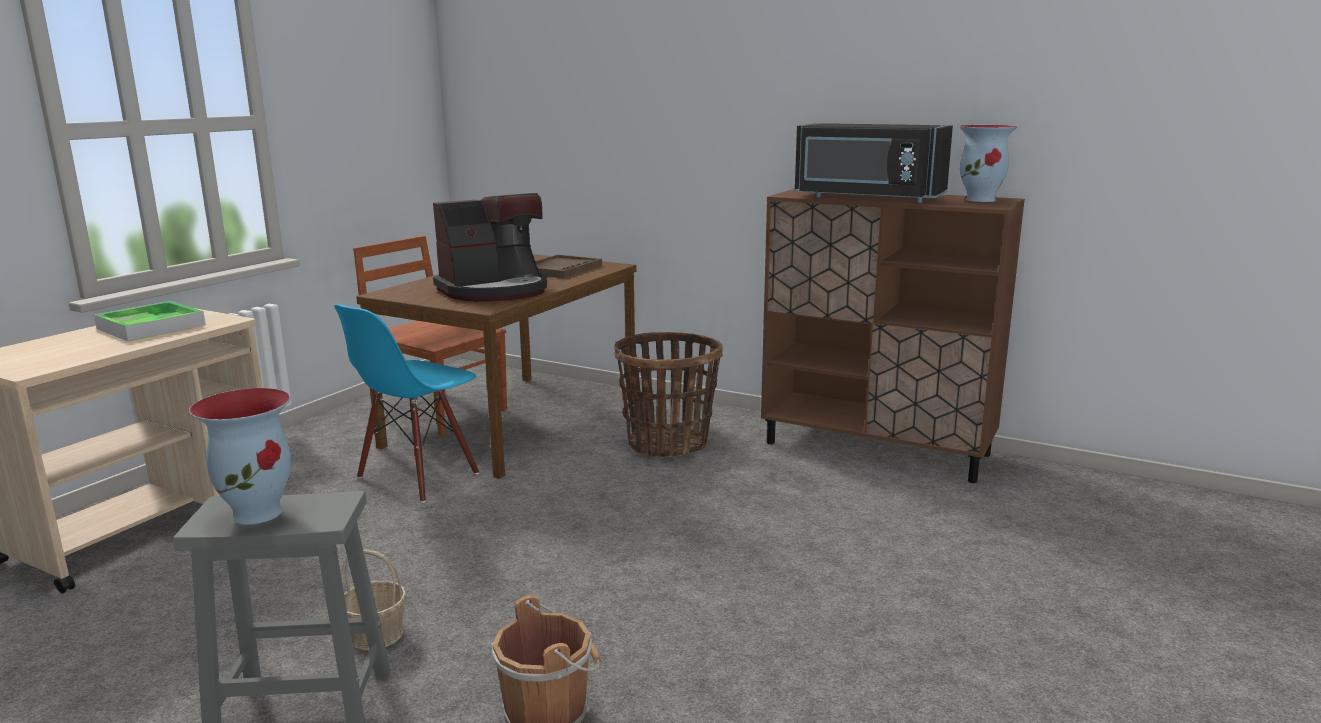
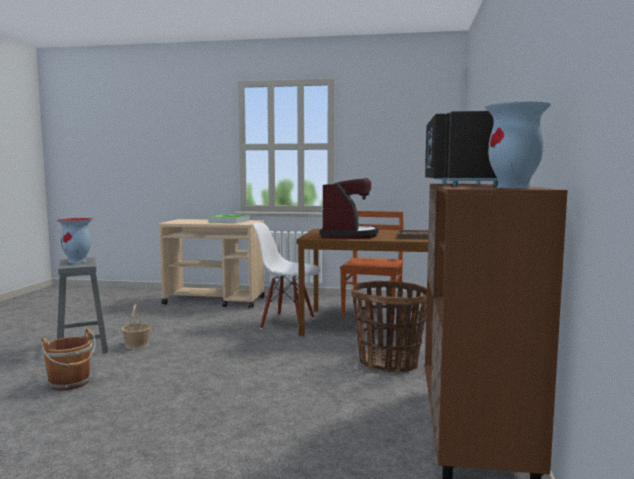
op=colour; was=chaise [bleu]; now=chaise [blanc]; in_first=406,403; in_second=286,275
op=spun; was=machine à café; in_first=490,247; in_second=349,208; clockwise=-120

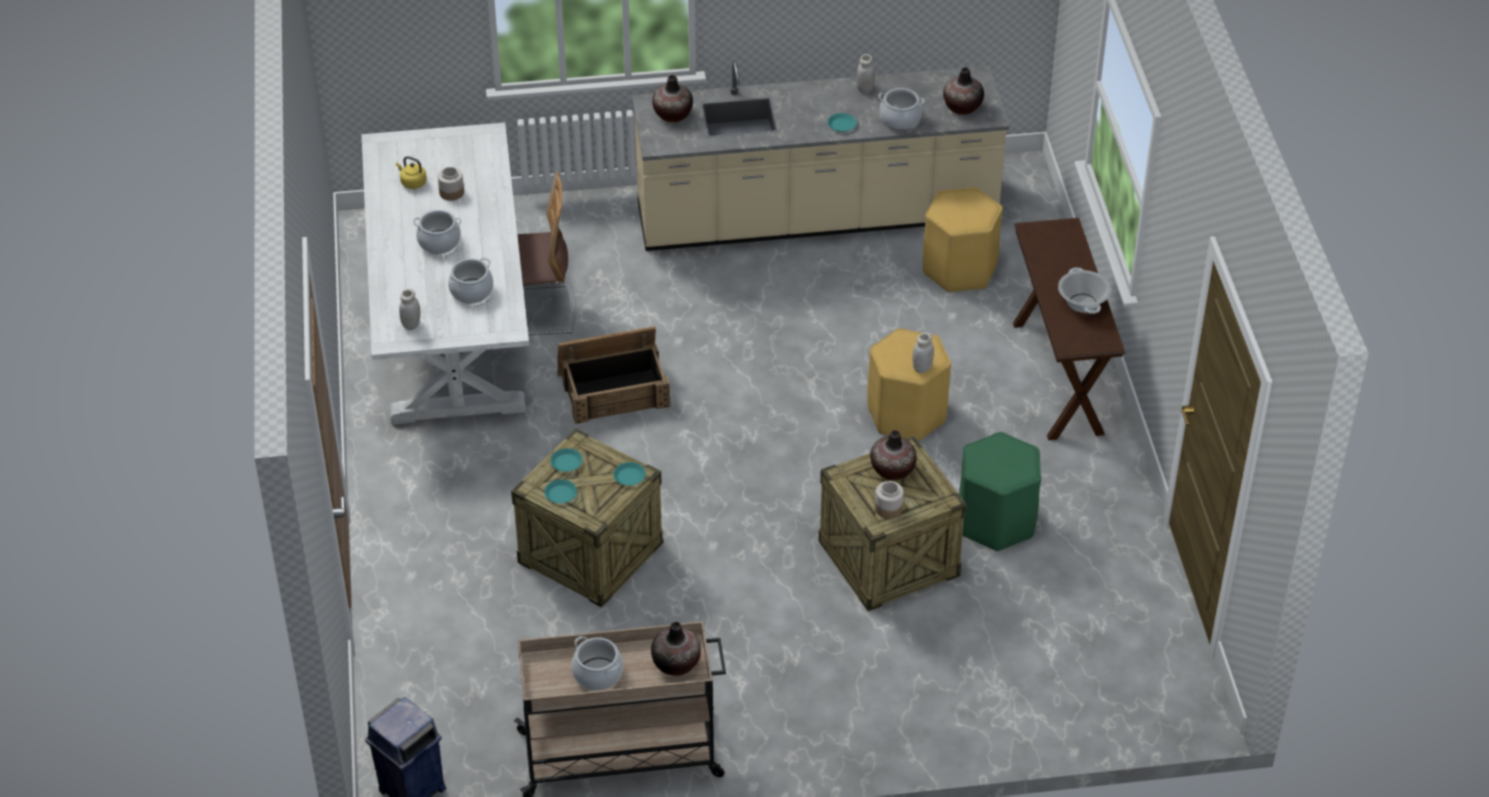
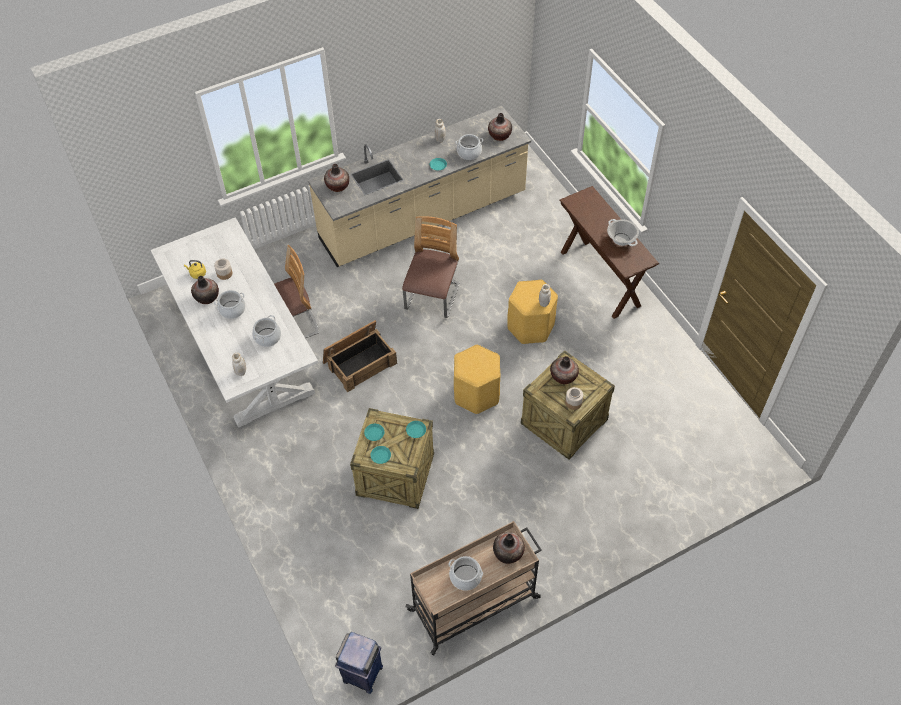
op=missing; was=tabouret [vert]; in_first=1000,491
op=appeared; now=vase; in_second=205,290
op=appeared; now=chaise; in_second=431,267
op=relocated; was=tabouret [jaune]; in_first=963,239; in_second=477,379

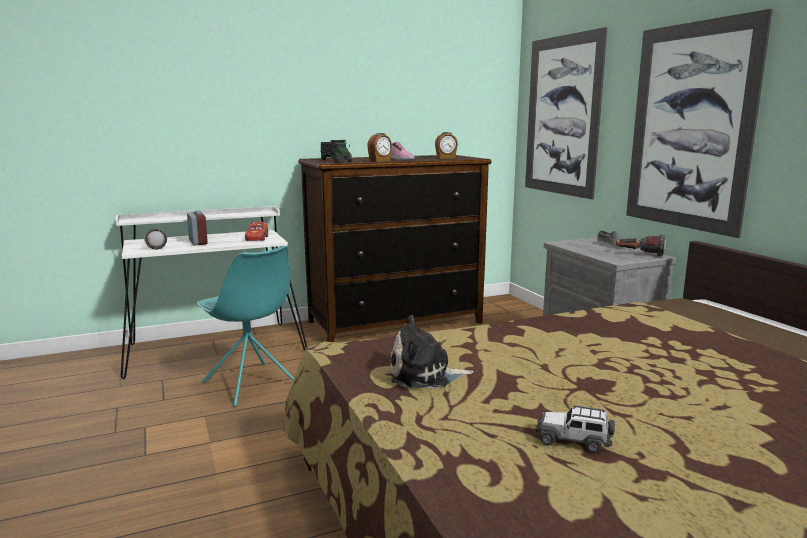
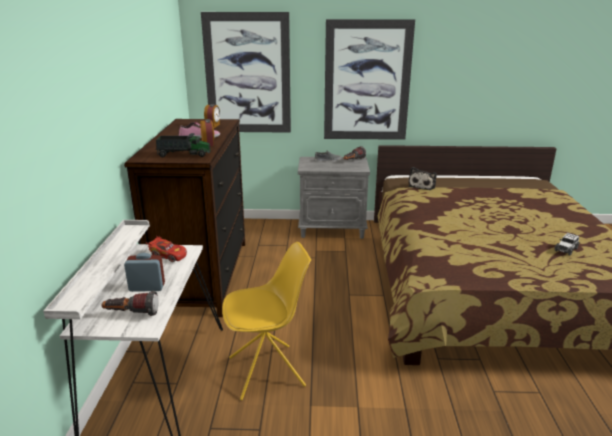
op=relocated; was=peluche; in_first=432,351; in_second=422,178
op=colour; was=chaise [turquoise]; now=chaise [jaune]; in_first=245,326; in_second=266,321

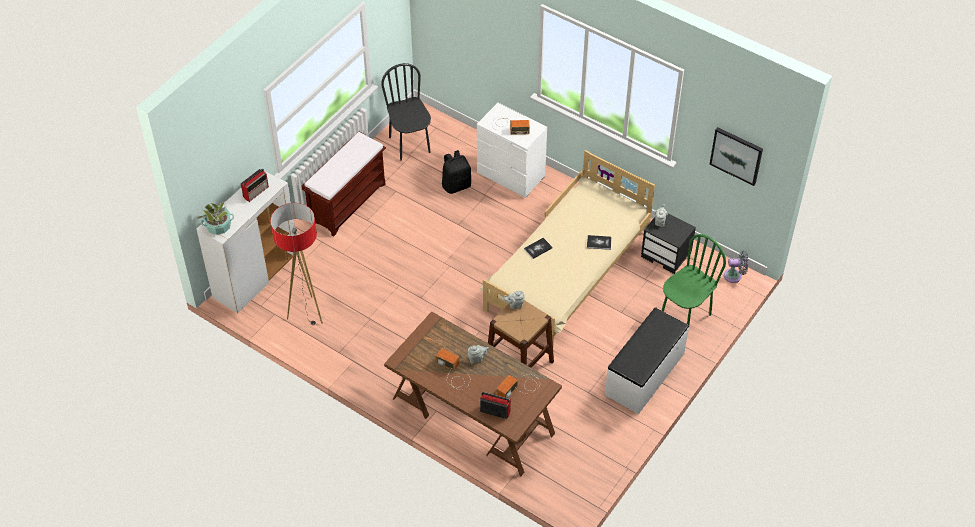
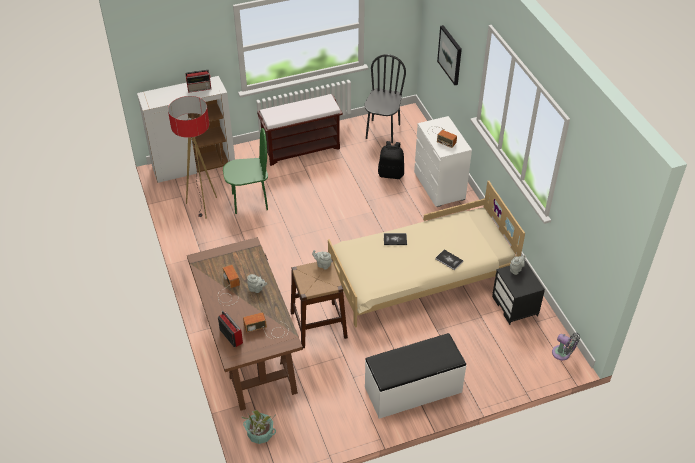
op=relocated; was=plante en pot; in_first=215,218; in_second=259,427
op=relocated; was=chaise [vert]; in_first=694,279; in_second=245,171
op=relocated; was=tableau; in_first=736,156; in_second=449,55

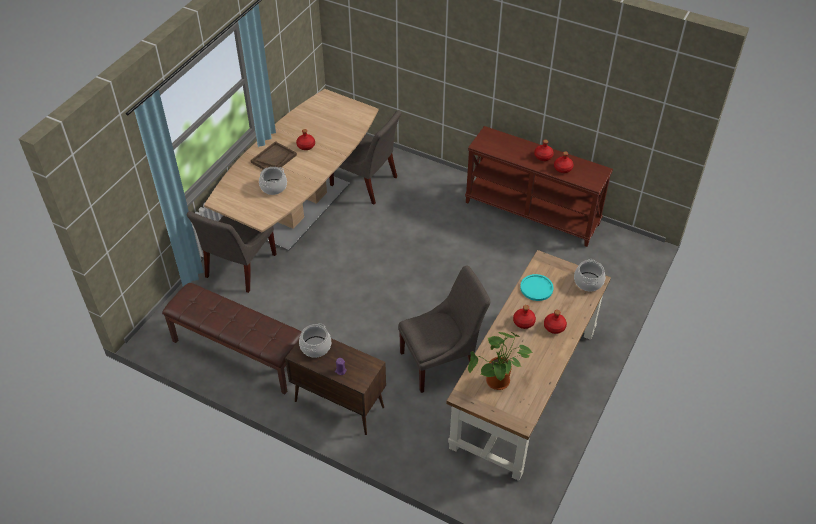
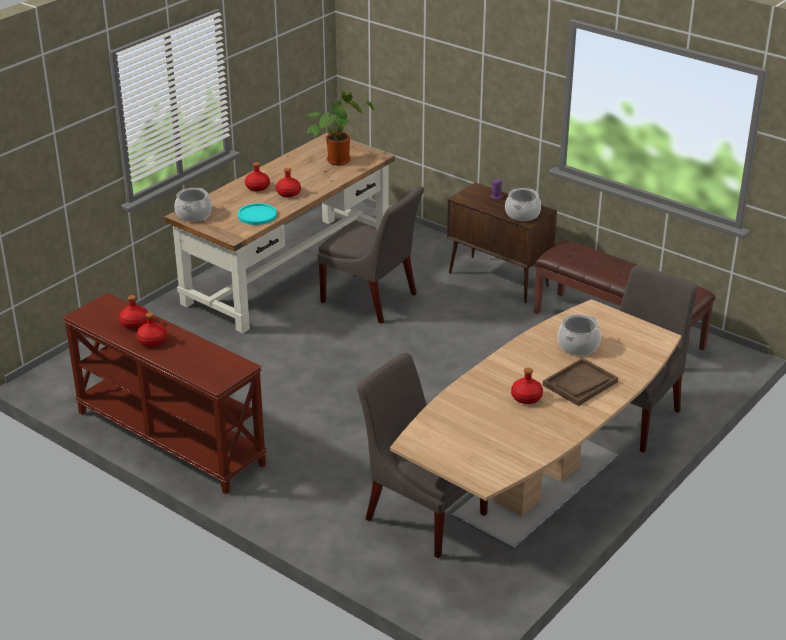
op=spun; was=chaise [gris]; in_first=444,329; in_second=371,255; clockwise=-135

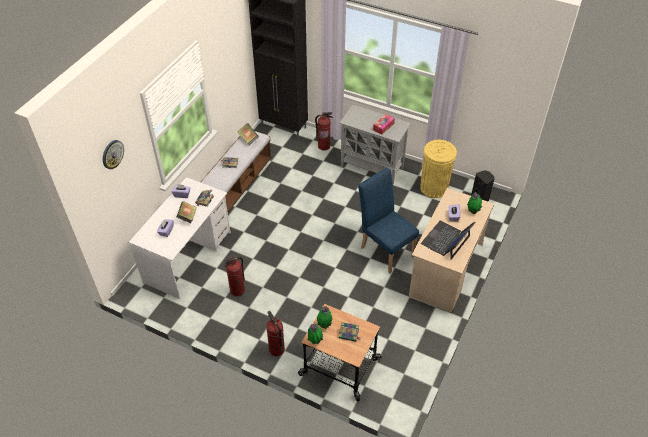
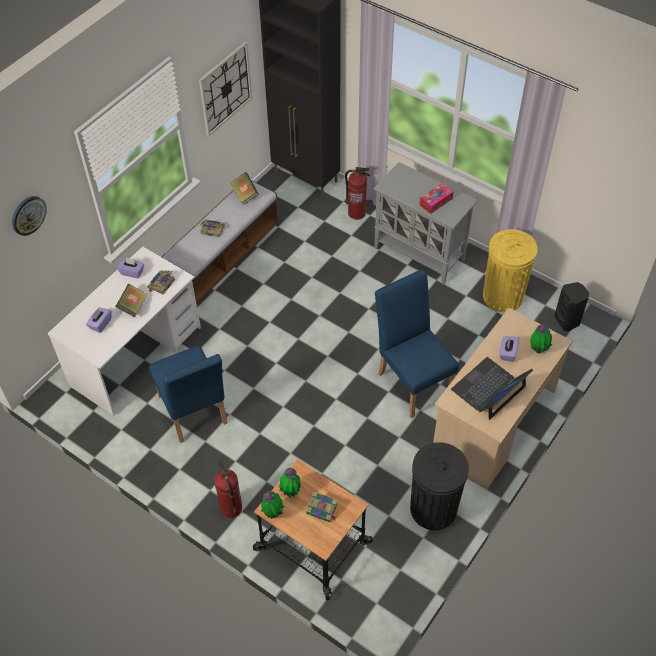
op=appeared; now=horloge murale; in_second=225,89
op=appeared; now=poubelle [noir]; in_second=439,486
op=exchanged; was=extincteur; now=chaise [bleu]; in_first=234,276; in_second=188,394

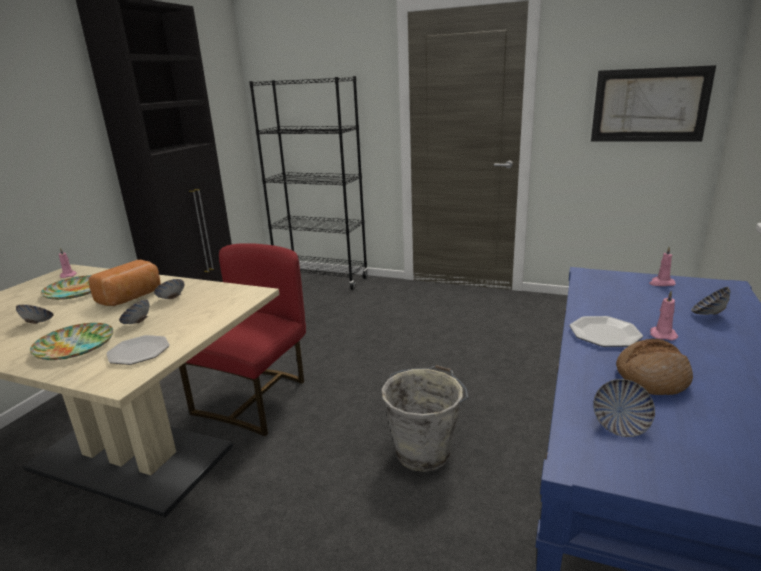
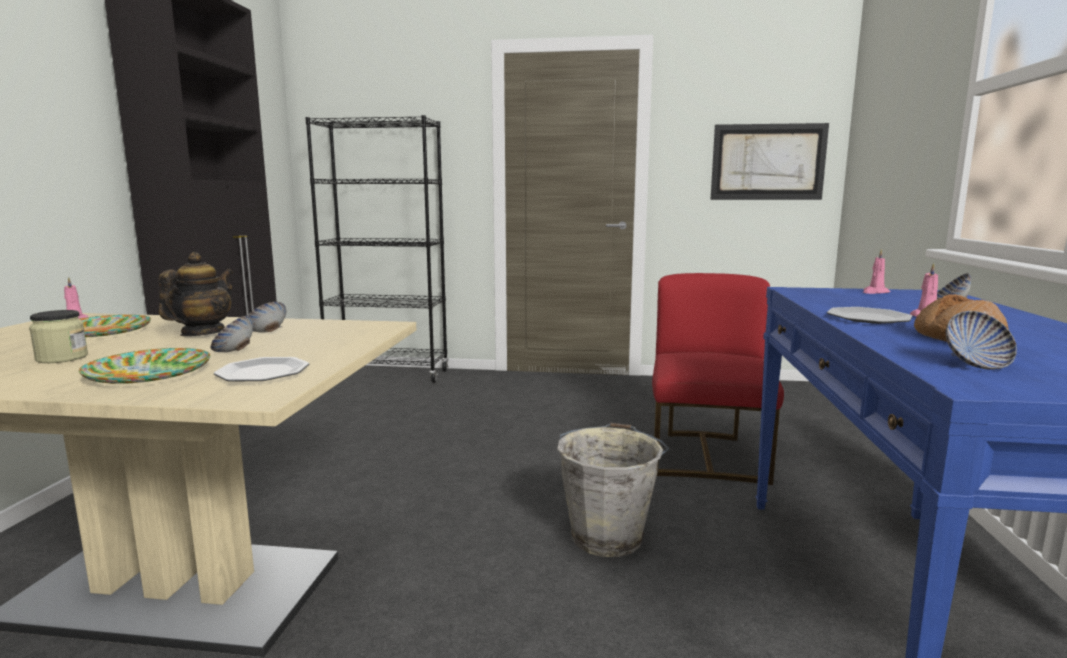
op=relocated; was=chaise [rouge]; in_first=242,339; in_second=718,379
op=exchanged; was=bol; now=bocal; in_first=35,314; in_second=58,336
op=exchanged; was=pain; now=théière; in_first=125,283; in_second=195,294

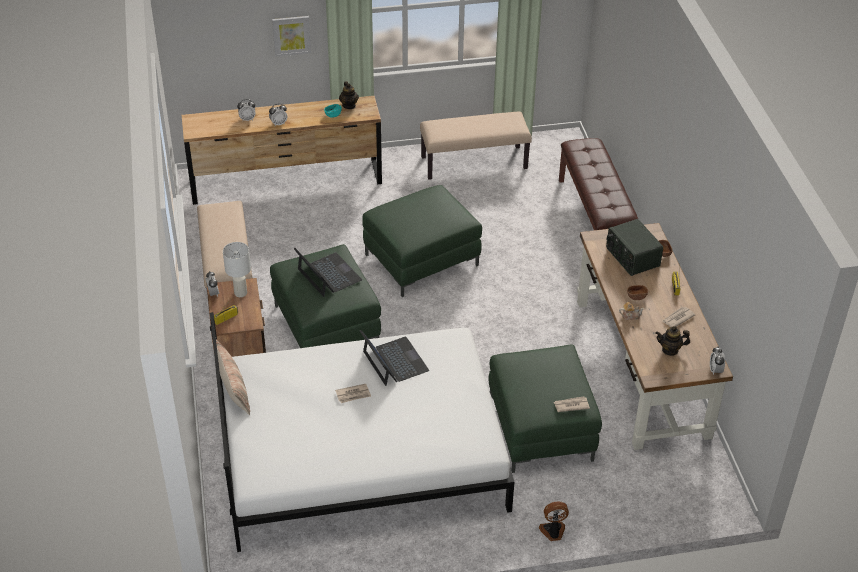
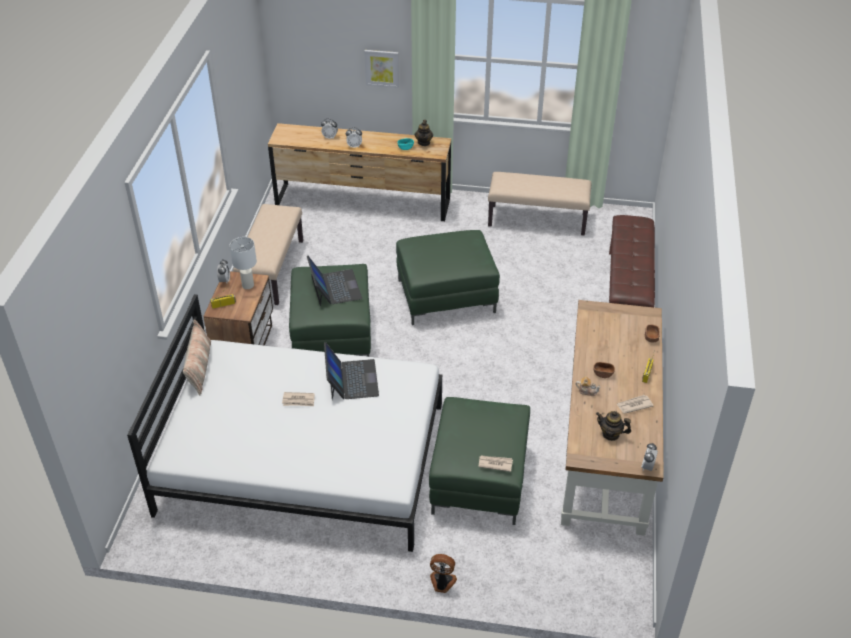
op=missing; was=radio; in_first=634,247

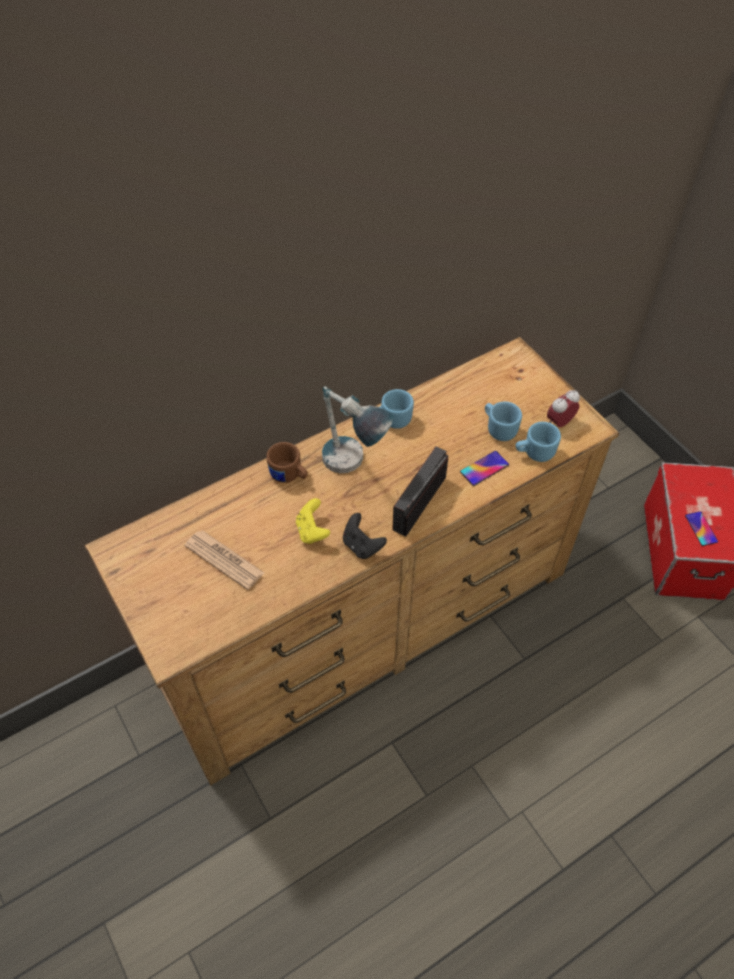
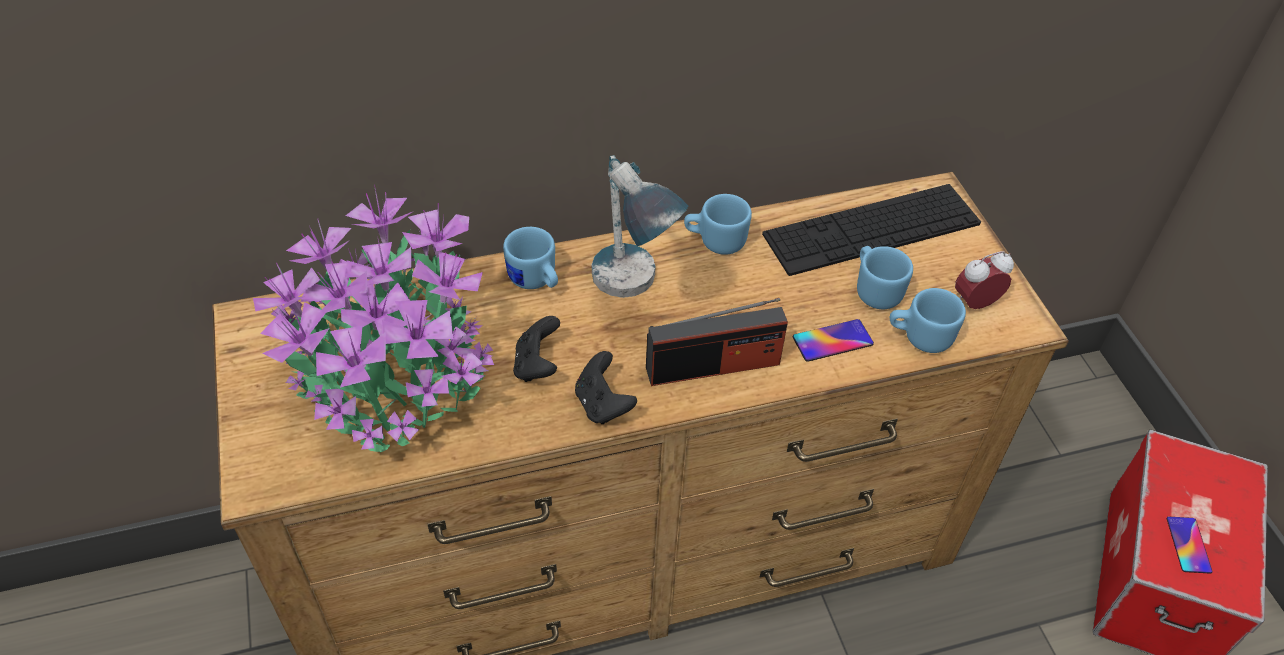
op=appeared; now=clavier; in_second=871,230
op=exchanged; was=journal; now=plante en pot; in_first=224,560; in_second=373,318
op=colour; was=mug [marron]; now=mug [bleu]; in_first=287,462; in_second=530,258
op=colour; was=manette [jaune]; now=manette [noir]; in_first=313,521; in_second=536,349
op=spun; was=radio; in_first=420,491; in_second=717,342; clockwise=-150

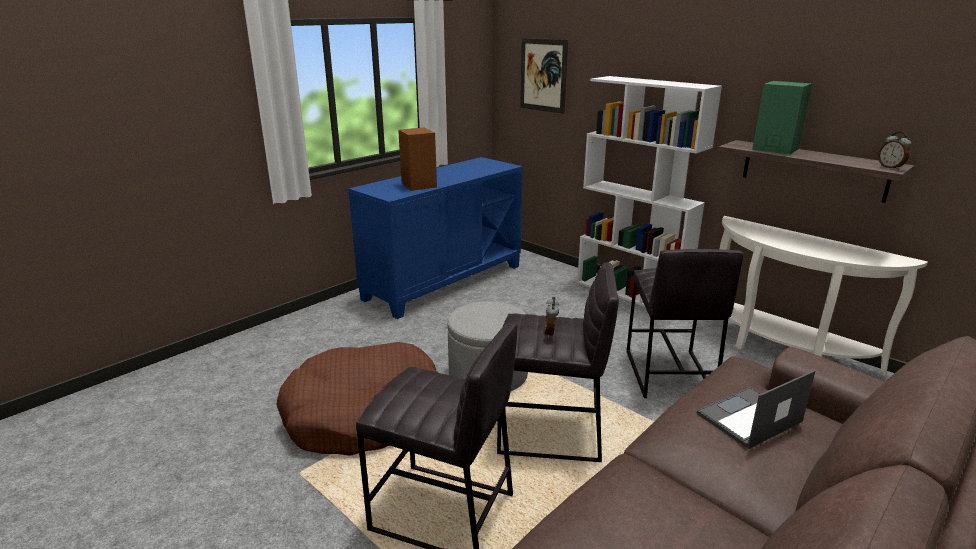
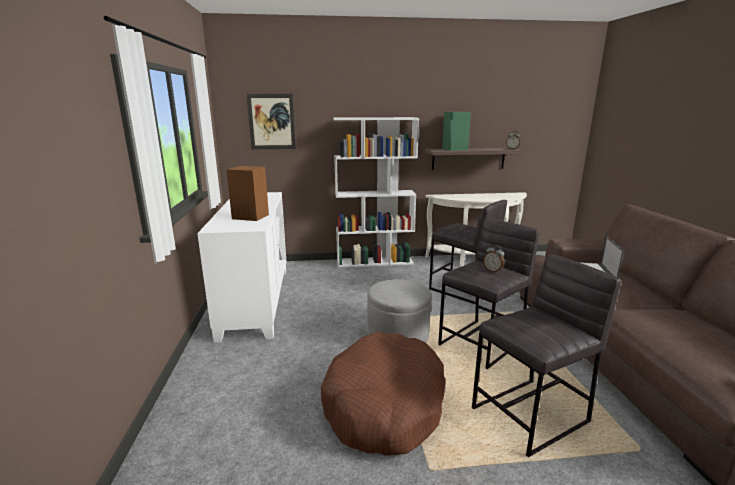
op=colour; was=meuble de rangement [bleu]; now=meuble de rangement [blanc]; in_first=435,238; in_second=241,267

